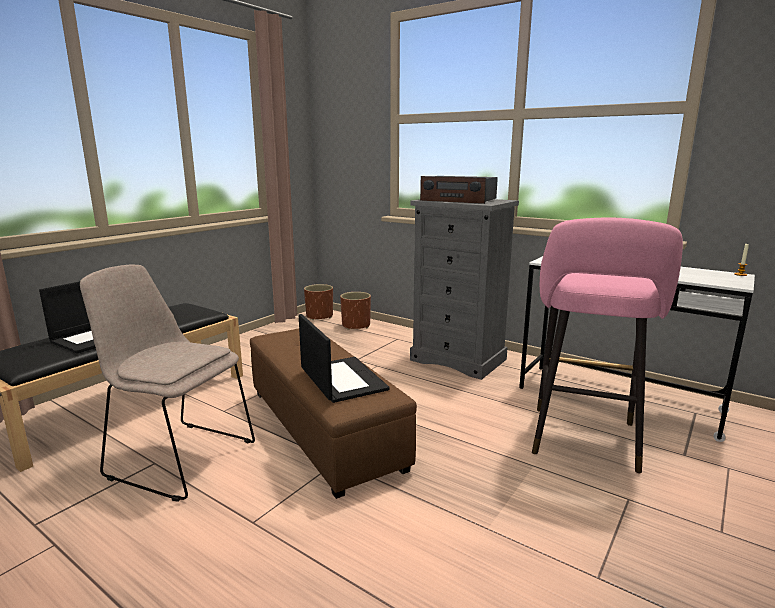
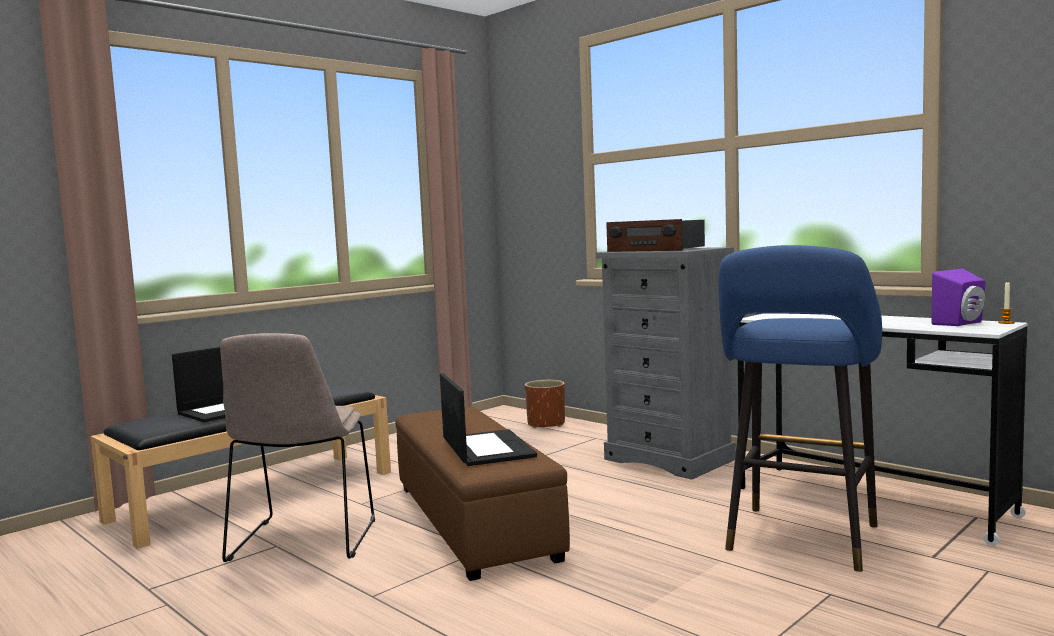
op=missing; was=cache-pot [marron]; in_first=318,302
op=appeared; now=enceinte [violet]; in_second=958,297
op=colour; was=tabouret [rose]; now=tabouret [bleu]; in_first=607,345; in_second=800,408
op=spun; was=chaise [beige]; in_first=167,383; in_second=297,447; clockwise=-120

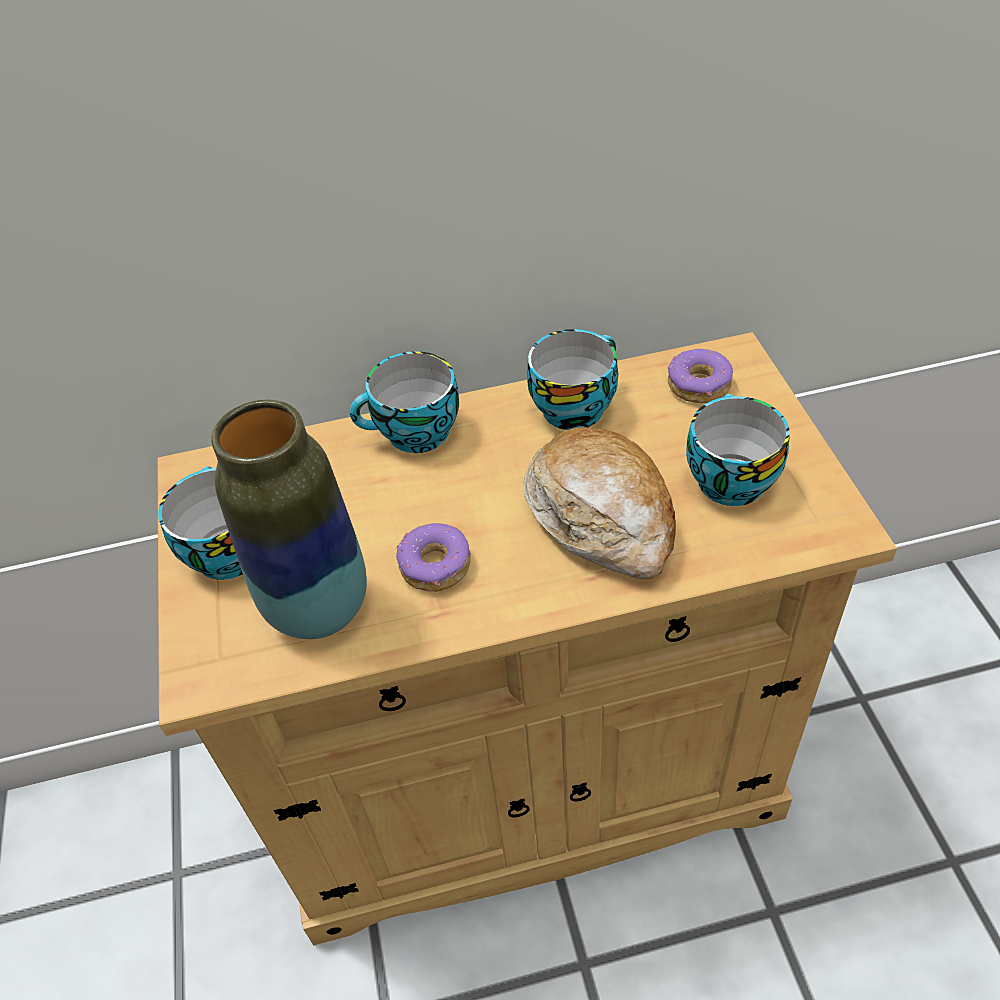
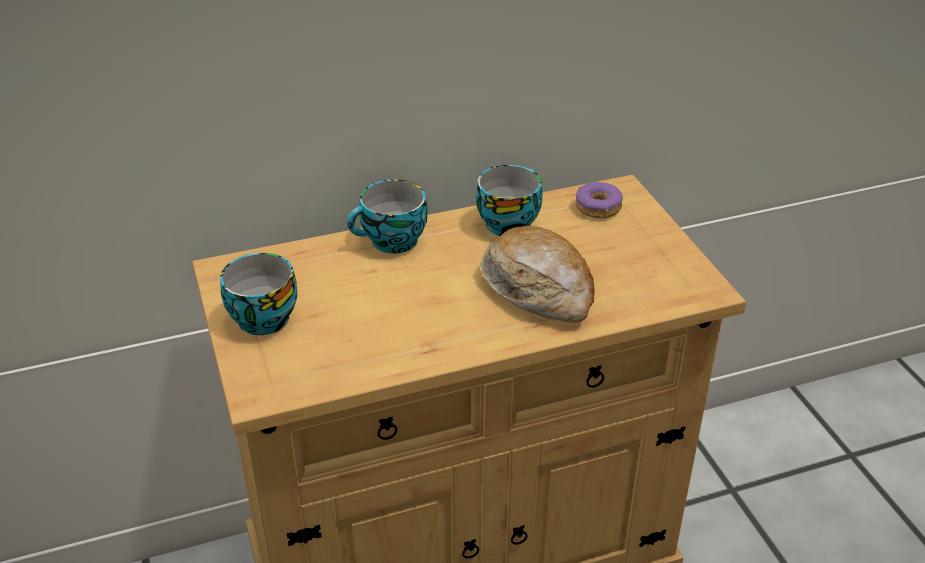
op=missing; was=vase; in_first=289,519
op=missing; was=beignet; in_first=433,557
op=missing; was=tasse; in_first=738,450

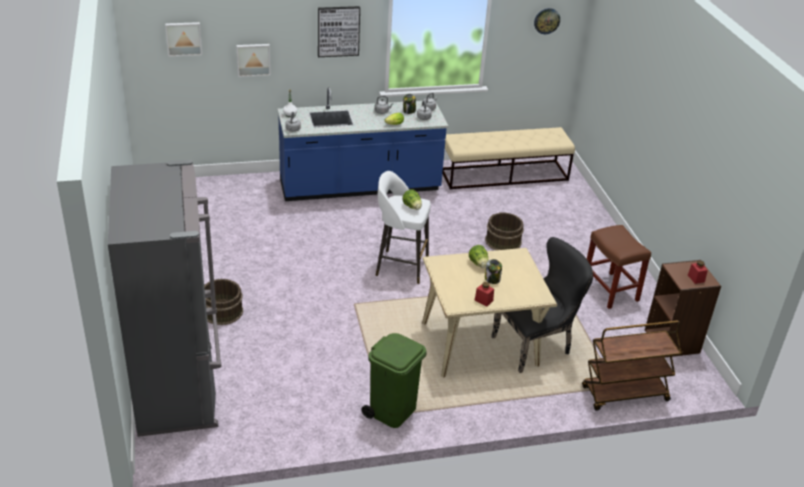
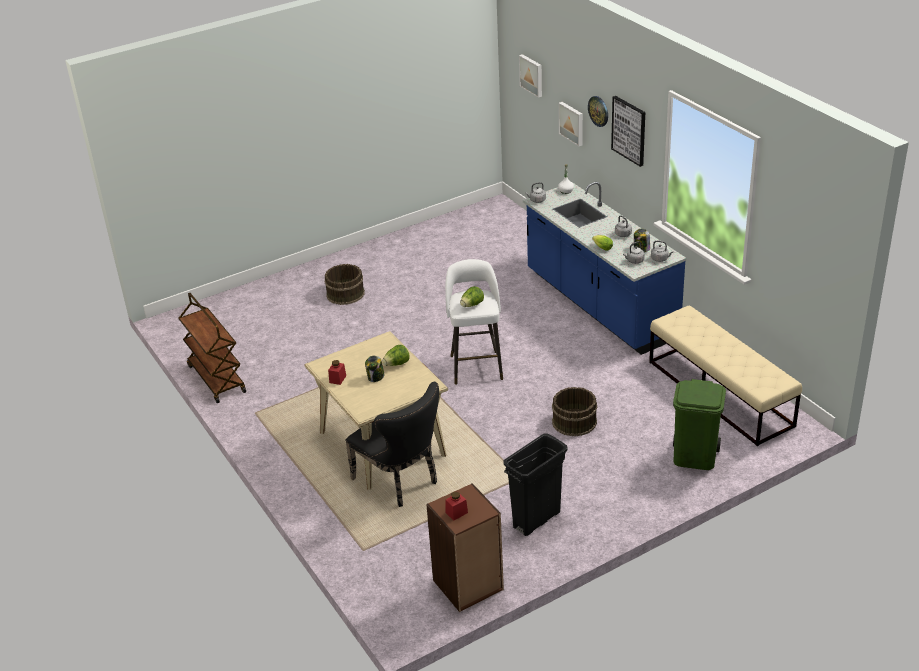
op=missing; was=réfrigérateur [gris]; in_first=165,298
op=relocated; was=poubelle [vert]; in_first=394,380; in_second=699,424
op=relocated; was=horloge murale; in_first=547,21; in_second=598,111
op=relocated; was=chariot [marron]; in_first=632,366; in_second=212,348
op=exchanged; was=tabouret [marron]; now=poubelle [noir]; in_first=619,267; in_second=535,484

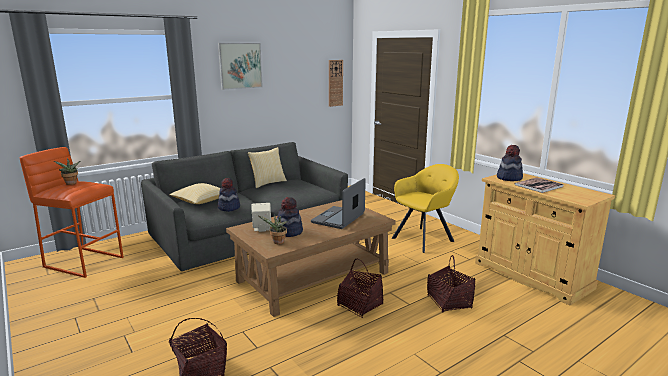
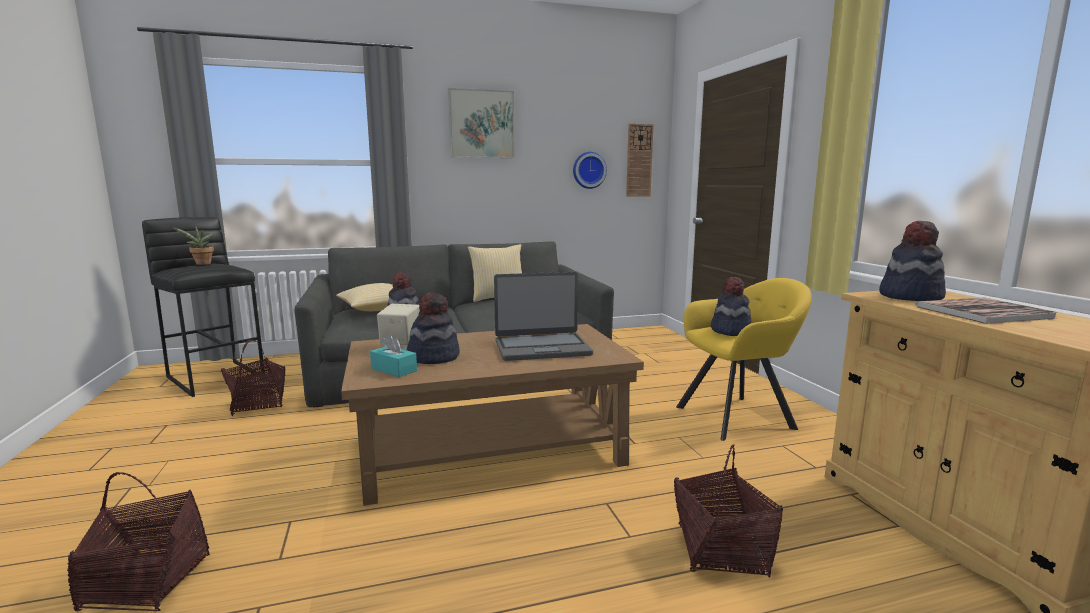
op=appeared; now=horloge murale; in_second=590,170
op=appeared; now=chapeau; in_second=731,306
op=relocated; was=panier; in_first=360,288; in_second=253,377
op=exchanged; was=plante en pot; now=boîte à mouchoirs [turquoise]; in_first=273,229; in_second=393,355
op=colour; was=tabouret [orange]; now=tabouret [noir]; in_first=72,212; in_second=203,307
op=spun; was=ordinateur portable; in_first=338,203; in_second=543,316; clockwise=-150

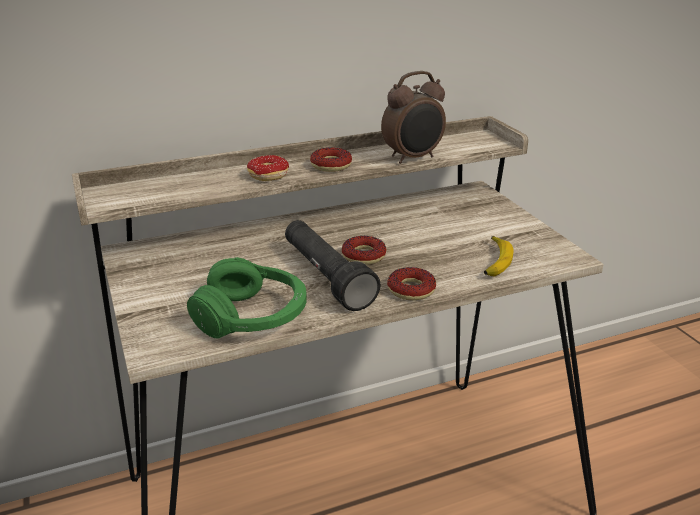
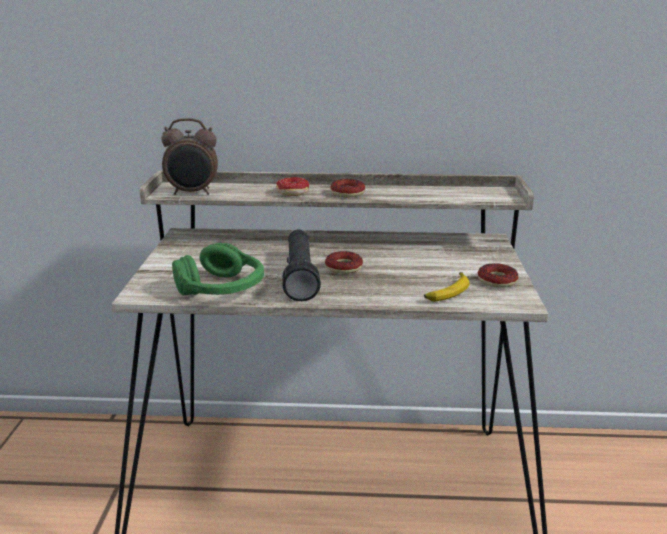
op=relocated; was=réveil; in_first=413,117; in_second=189,156
op=relocated; was=beignet; in_first=411,283; in_second=498,275

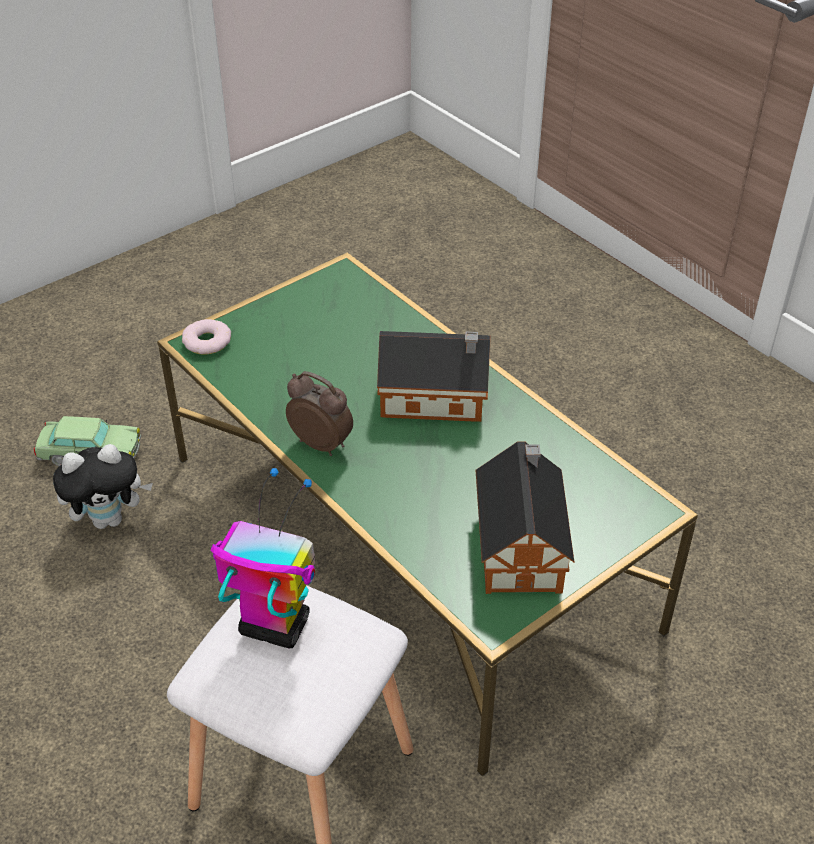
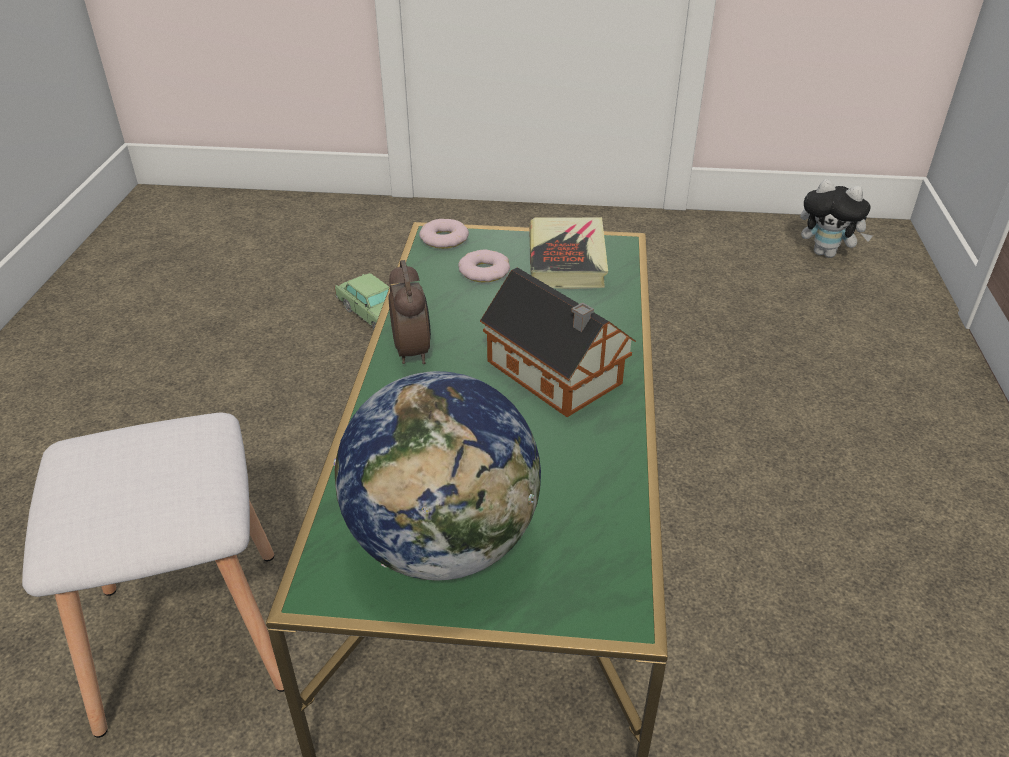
op=missing; was=robot jouet; in_first=263,558
op=appeared; now=beignet; in_second=484,266
op=appeared; now=livre; in_second=568,253
op=relocated; was=peluche; in_first=103,486; in_second=836,218
op=exchanged; was=maison miniature; now=globe; in_first=525,517; in_second=437,476

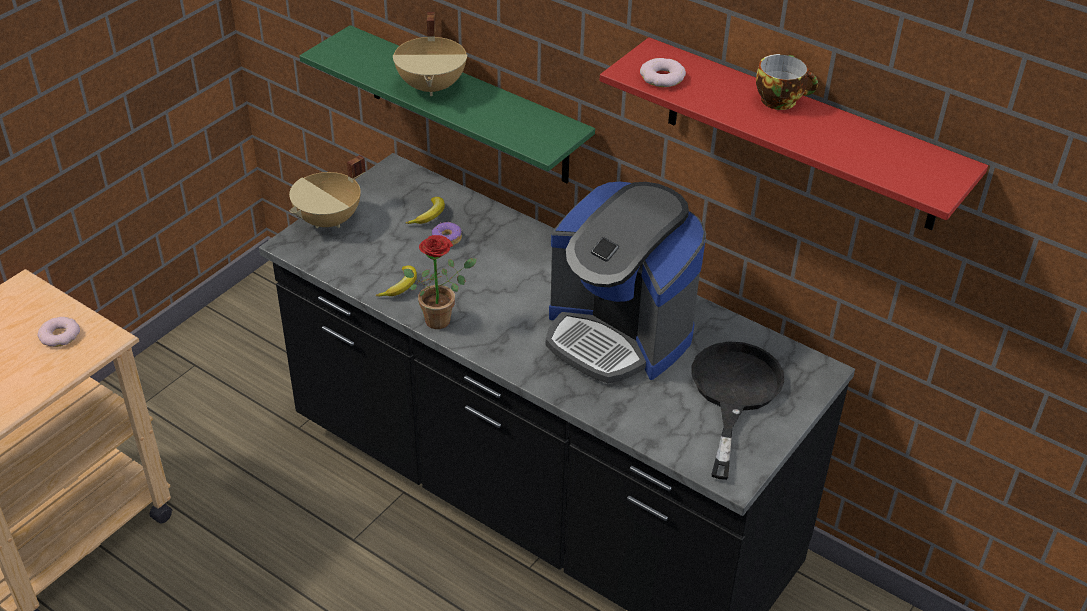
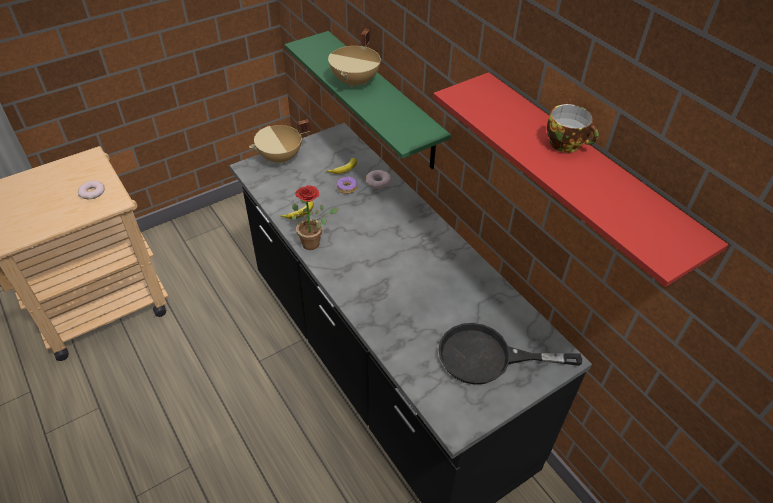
op=missing; was=machine à café; in_first=626,282
op=relocated; was=beignet; in_first=663,72; in_second=378,179
op=spun; was=poêle [noir]; in_first=737,410; in_second=510,354; clockwise=-120

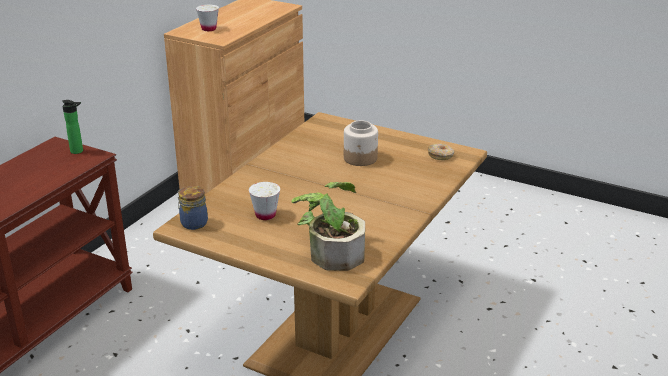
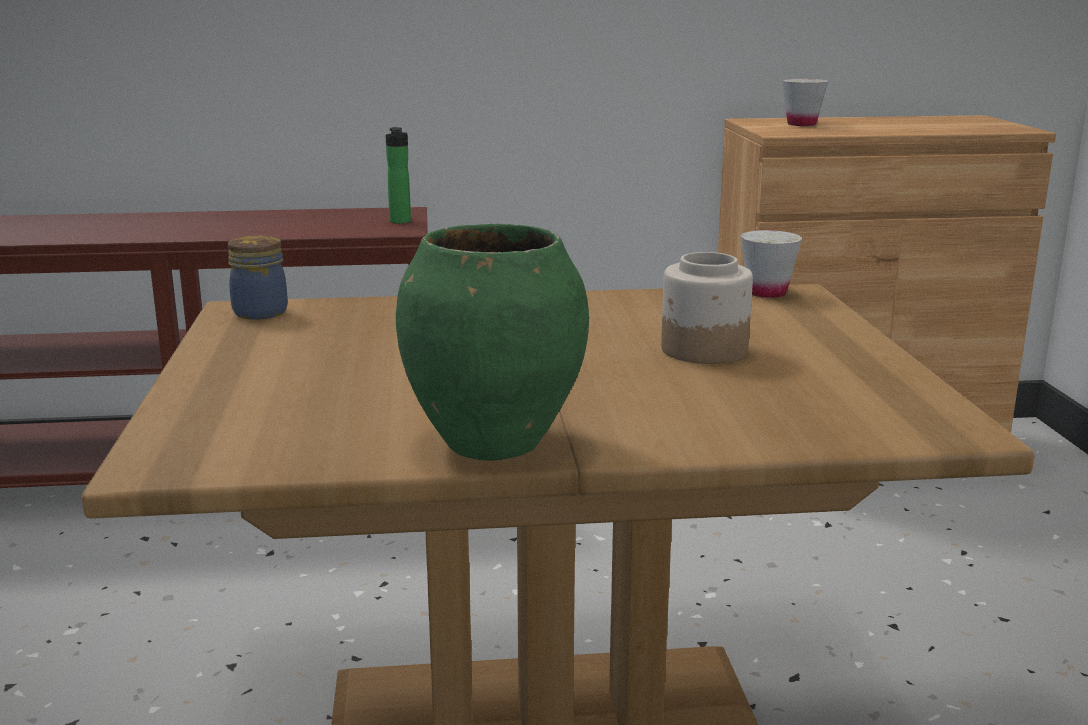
op=missing; was=plante en pot; in_first=328,226
op=missing; was=beignet; in_first=441,151
op=appeared; now=vase [vert]; in_second=492,342
op=relocated; was=tasse [blanc]; in_first=264,201; in_second=771,264

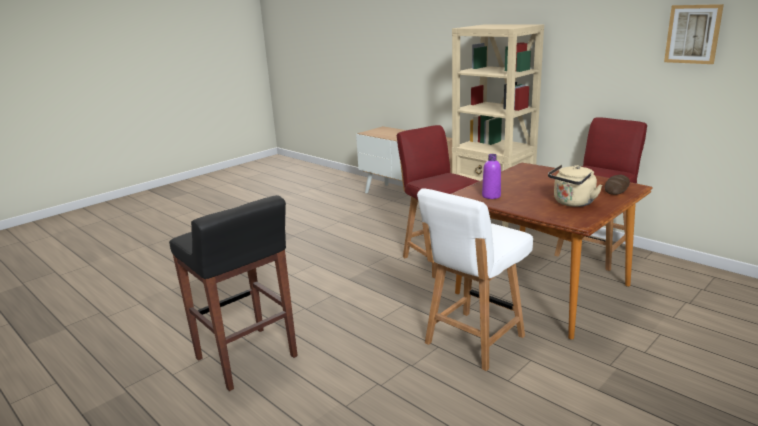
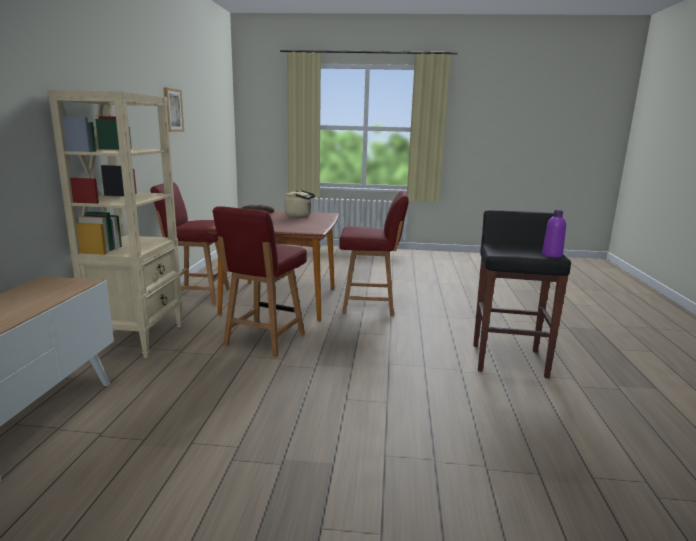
op=relocated; was=bouteille [violet]; in_first=491,176; in_second=554,234
op=colour; was=chaise [blanc]; now=chaise [rouge]; in_first=475,279; in_second=374,253

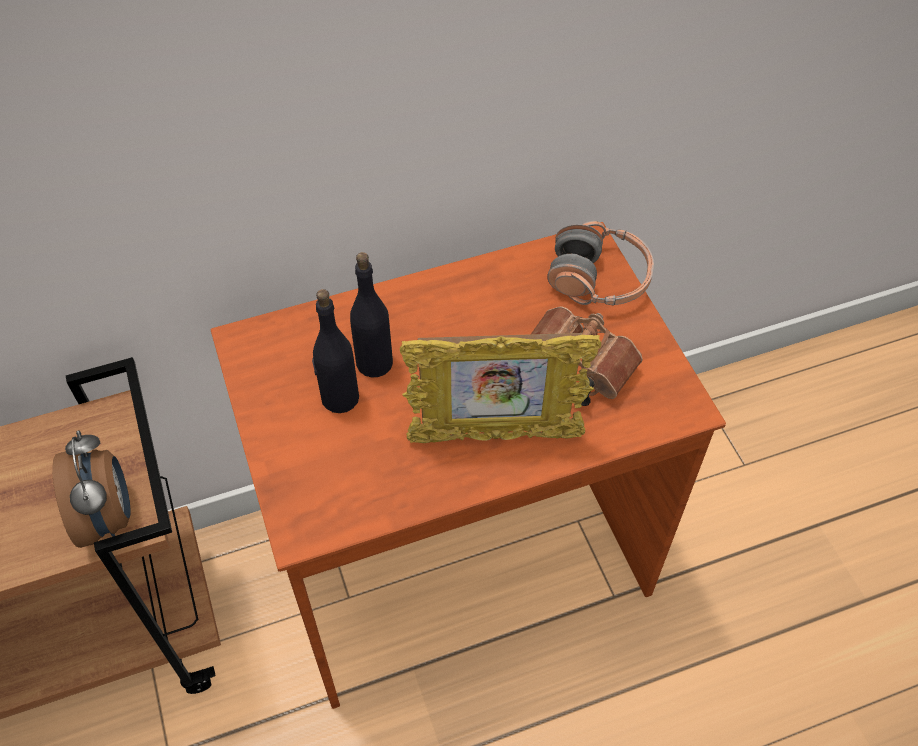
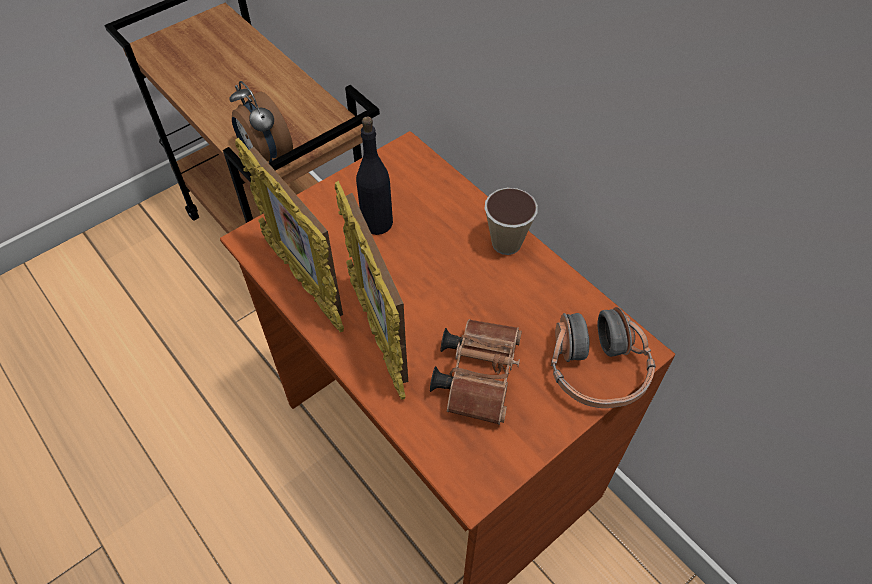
op=missing; was=bouteille [noir]; in_first=371,314
op=appeared; now=cadre photo; in_second=289,235
op=appeared; now=tasse; in_second=511,221
op=spun; was=réveil; in_first=91,489; in_second=261,121; clockwise=90

